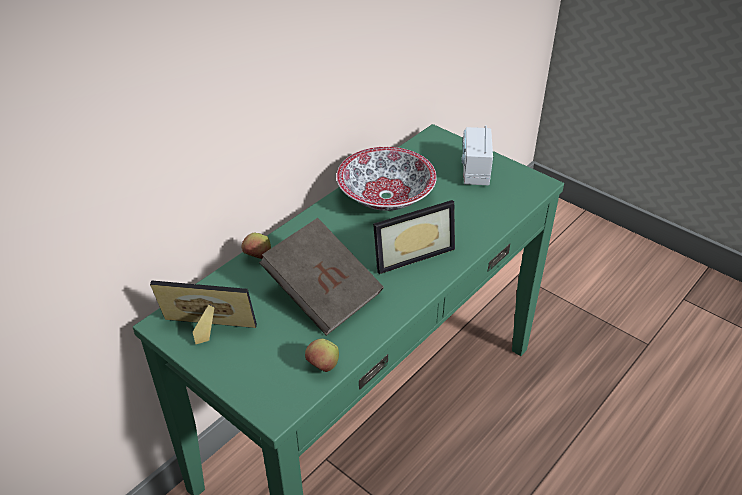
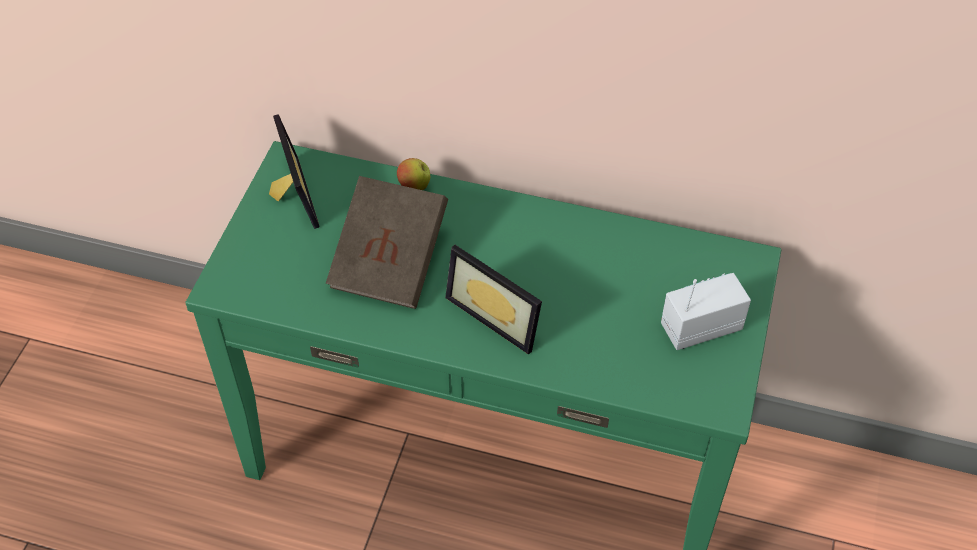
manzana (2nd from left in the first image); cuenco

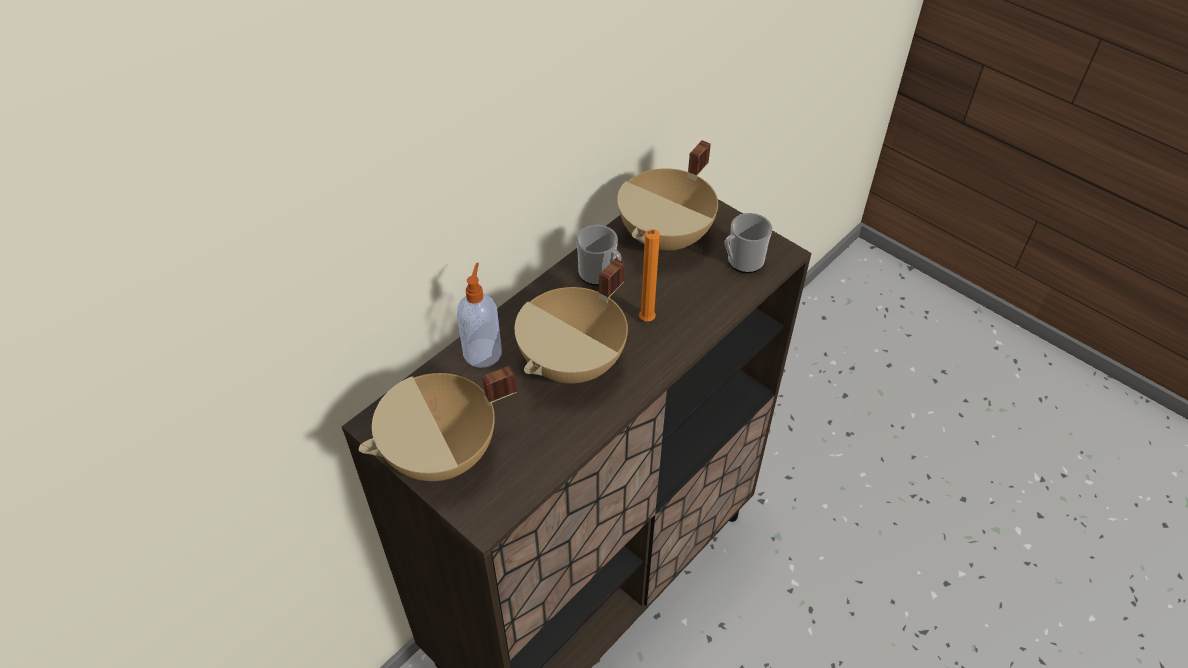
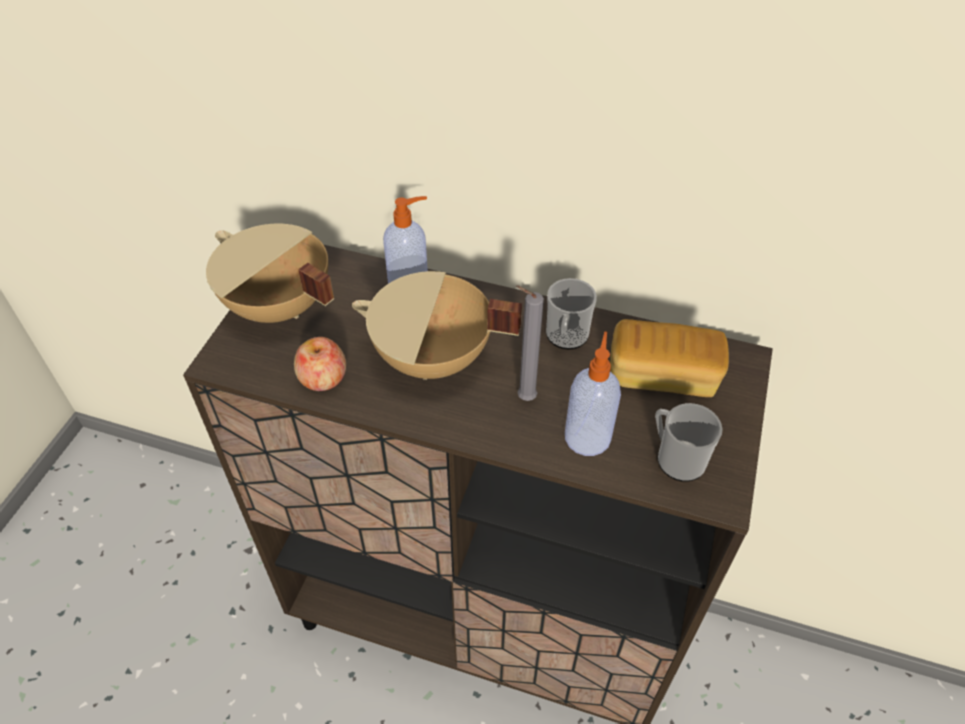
manzana; vela/gris; dispensador de jabón (2nd from left); pan

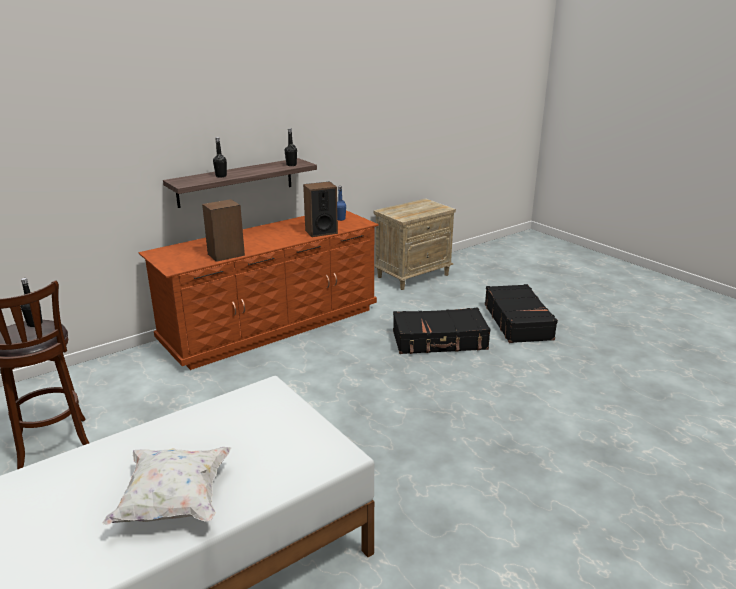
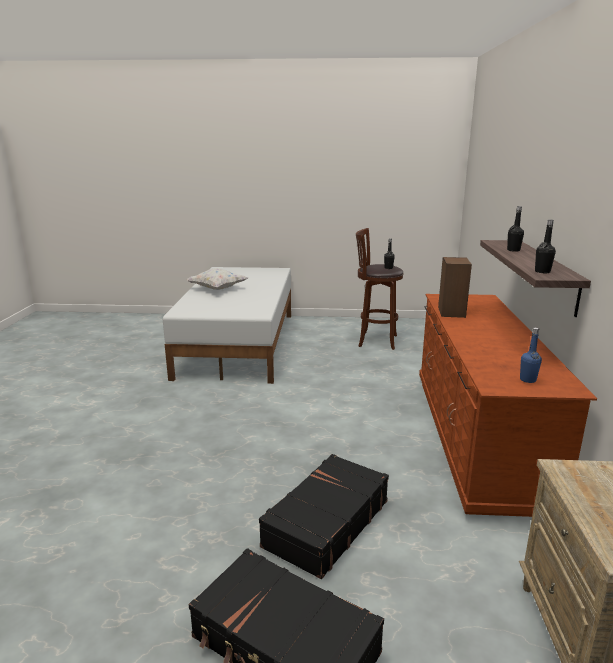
altavoz (2nd from left in the first image)

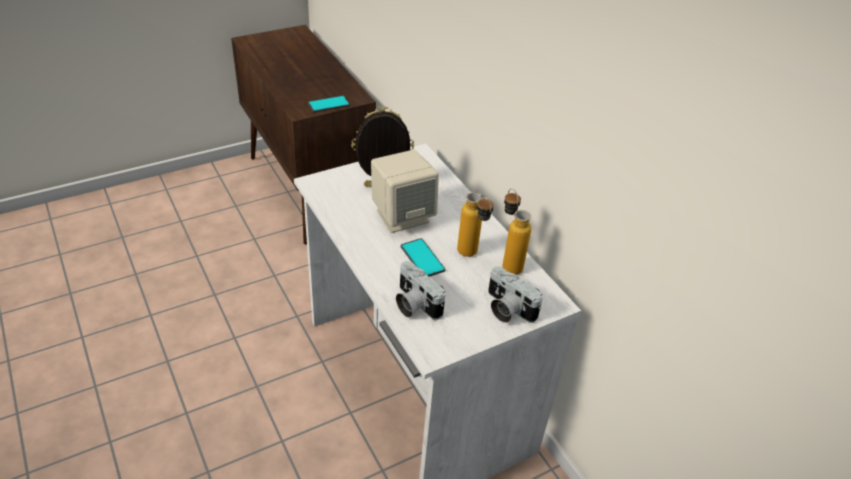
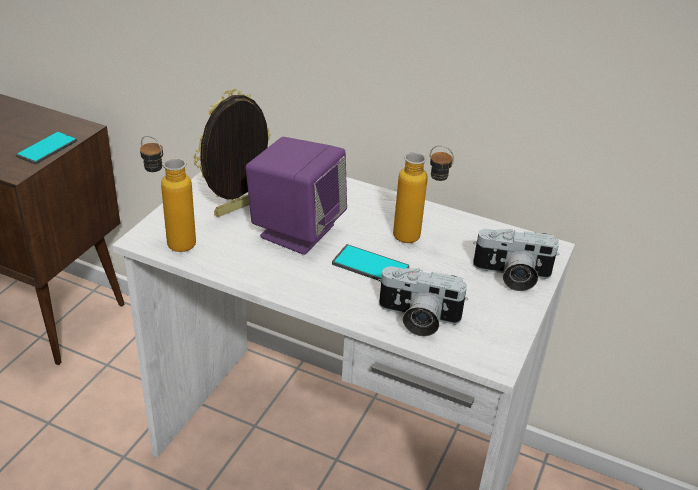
botella (1st from left); altavoz/morado

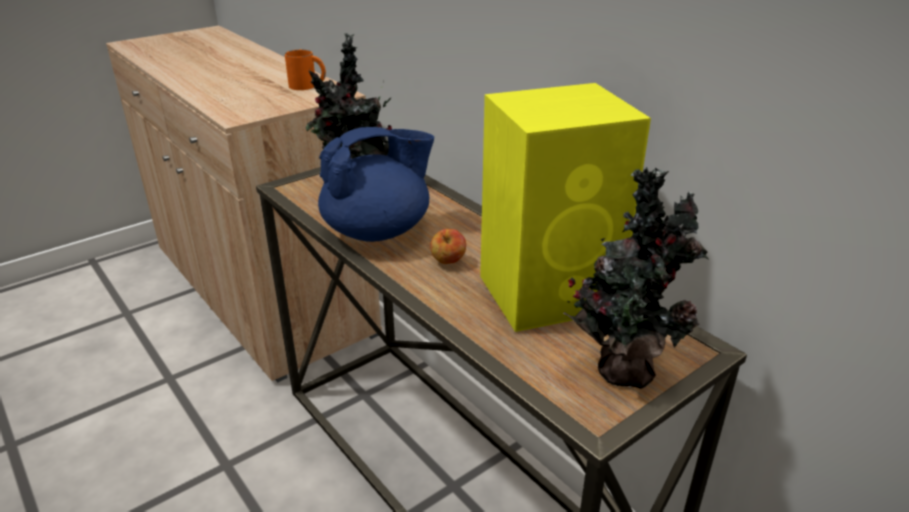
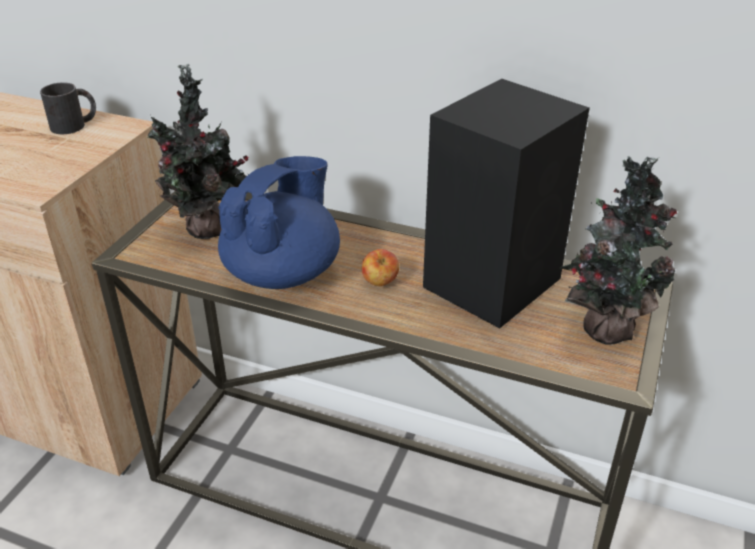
taza grande/negro; altavoz/negro

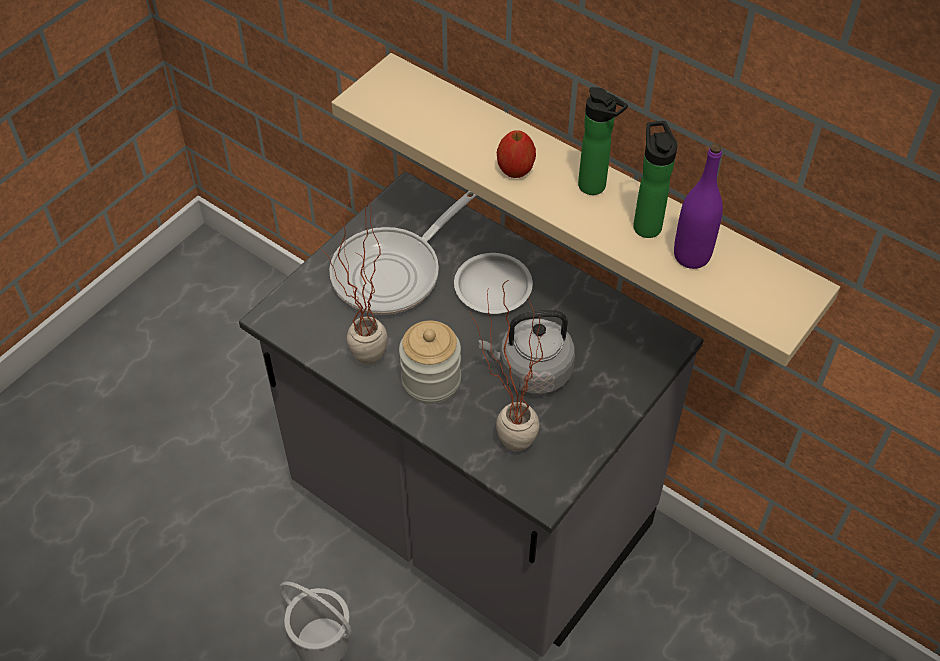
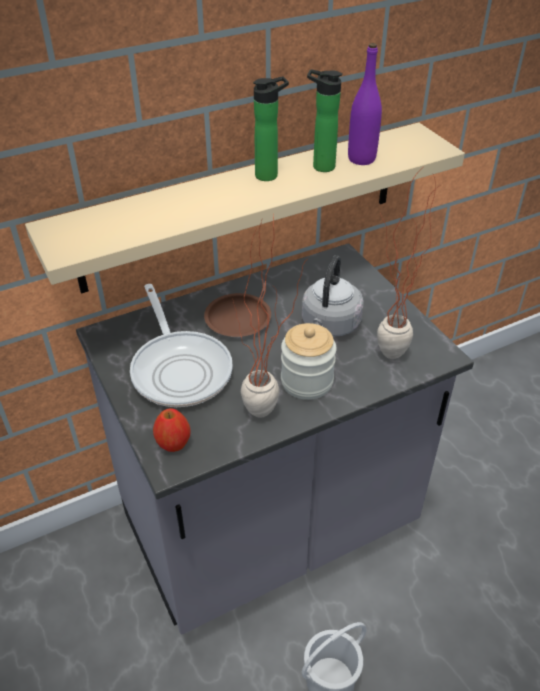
manzana; plato/marrón

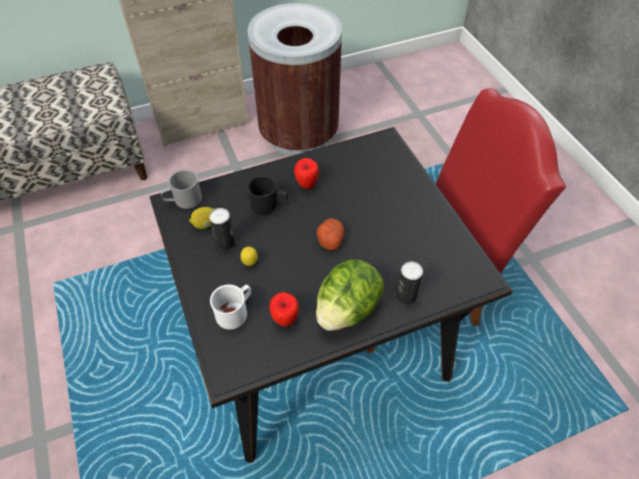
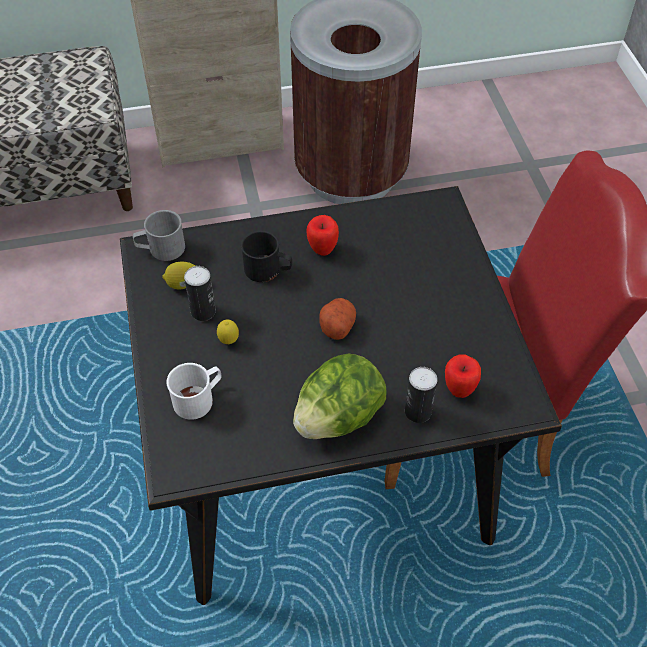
manzana (2nd from left)

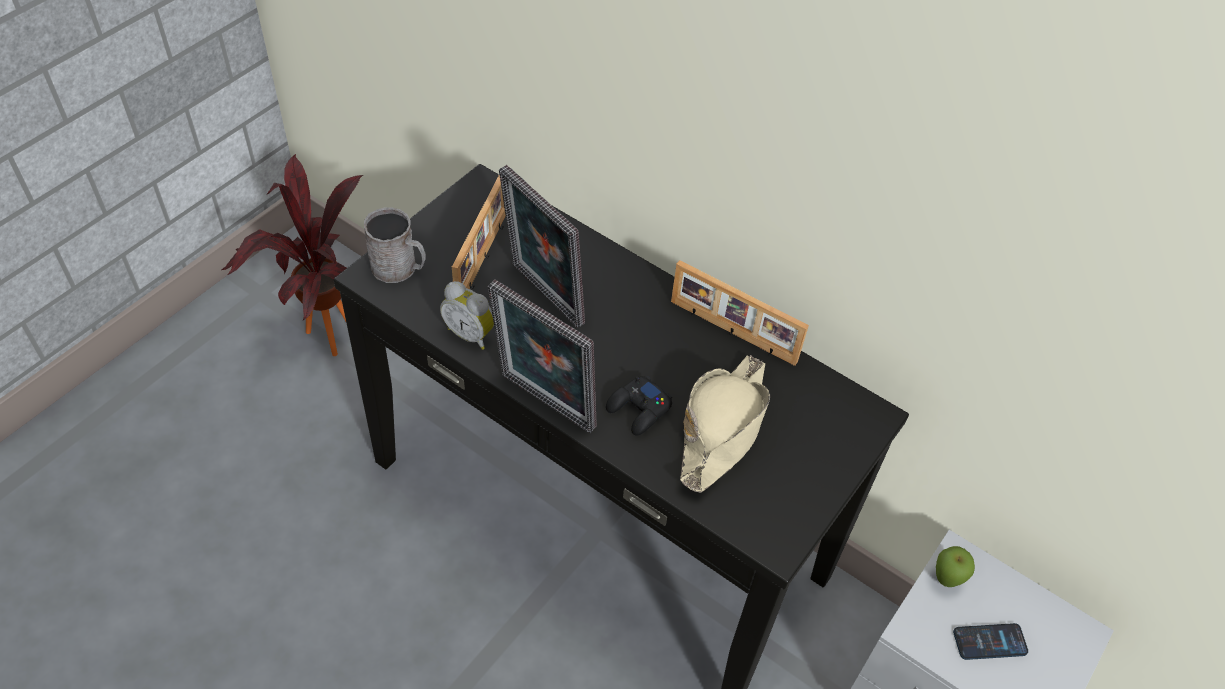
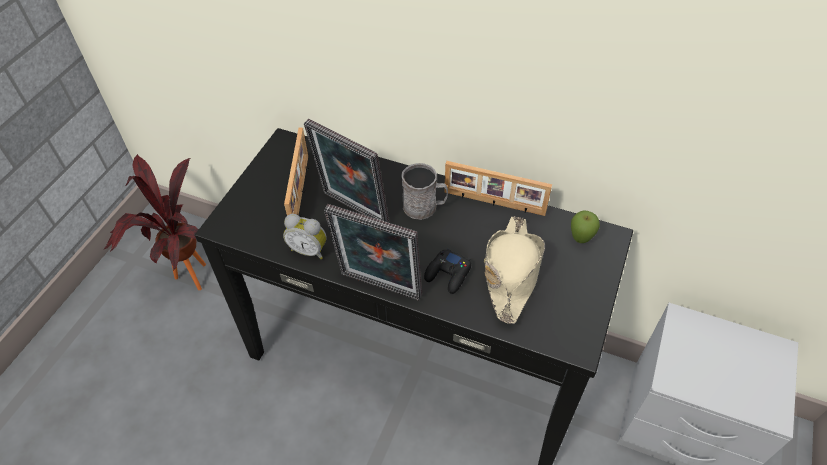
taza grande/gris; manzana; móvil

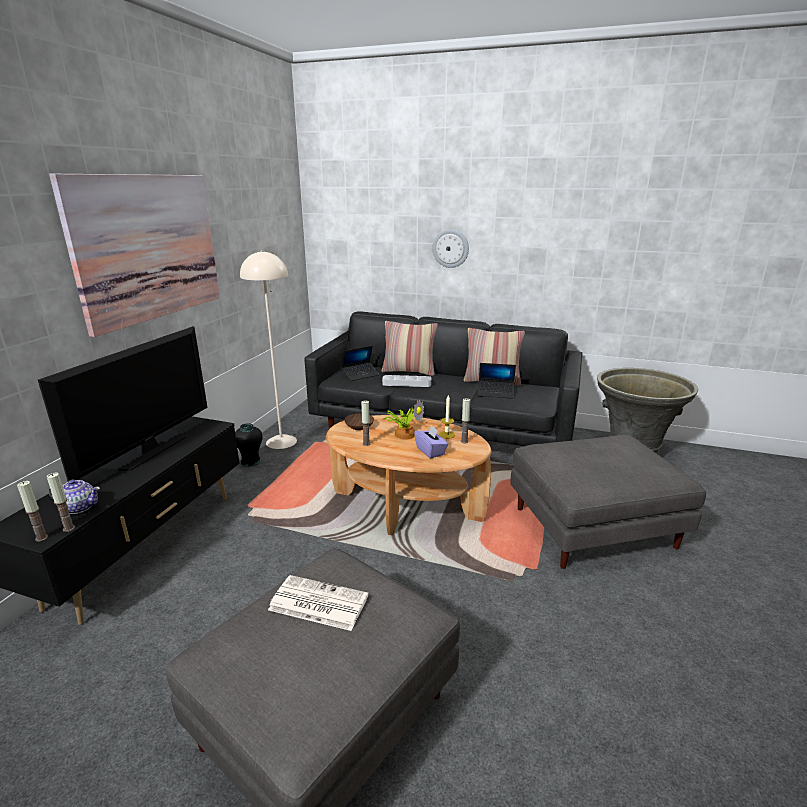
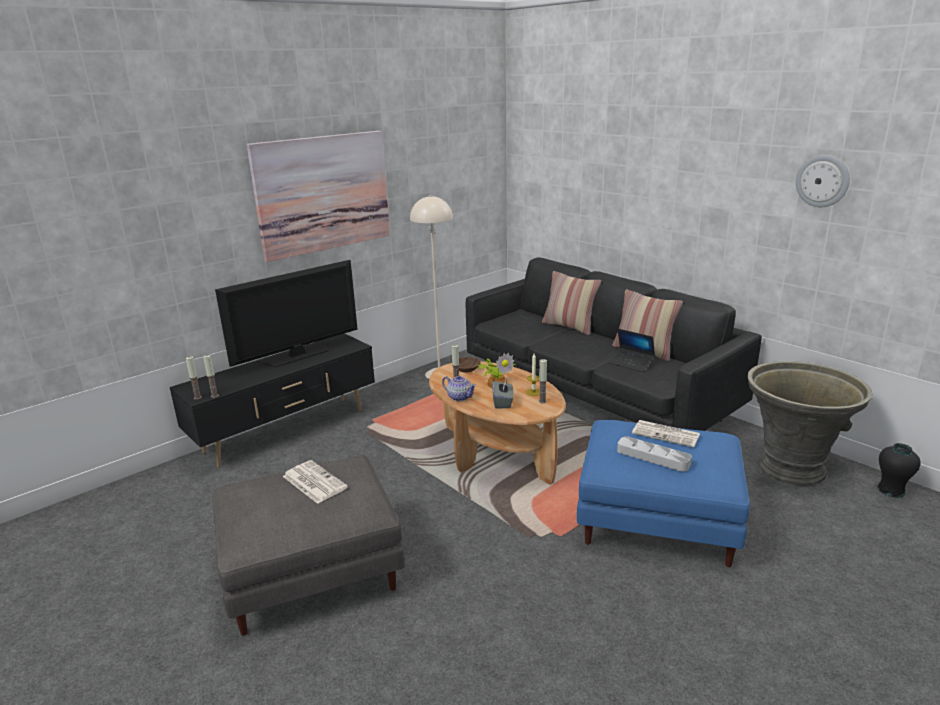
tetera; caja de pañuelos/gris; puf/azul; bandeja/gris; periódico (2nd from left); reloj de pared; florero/negro; portátil (1st from left in the first image)

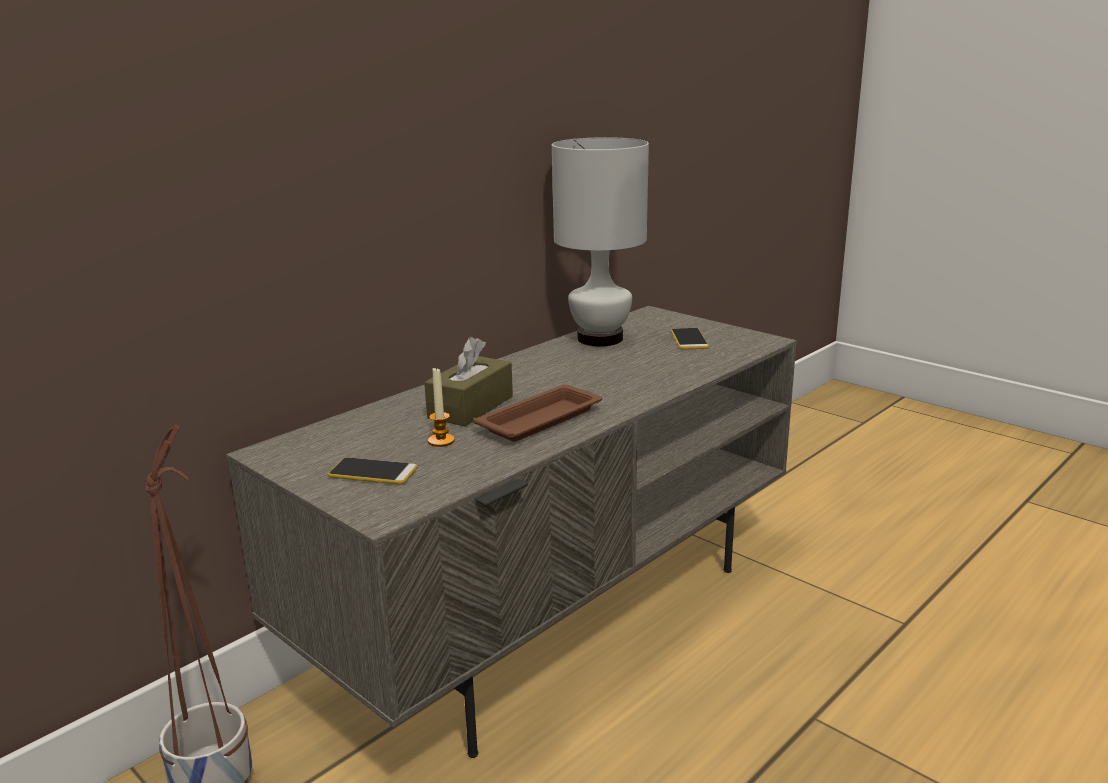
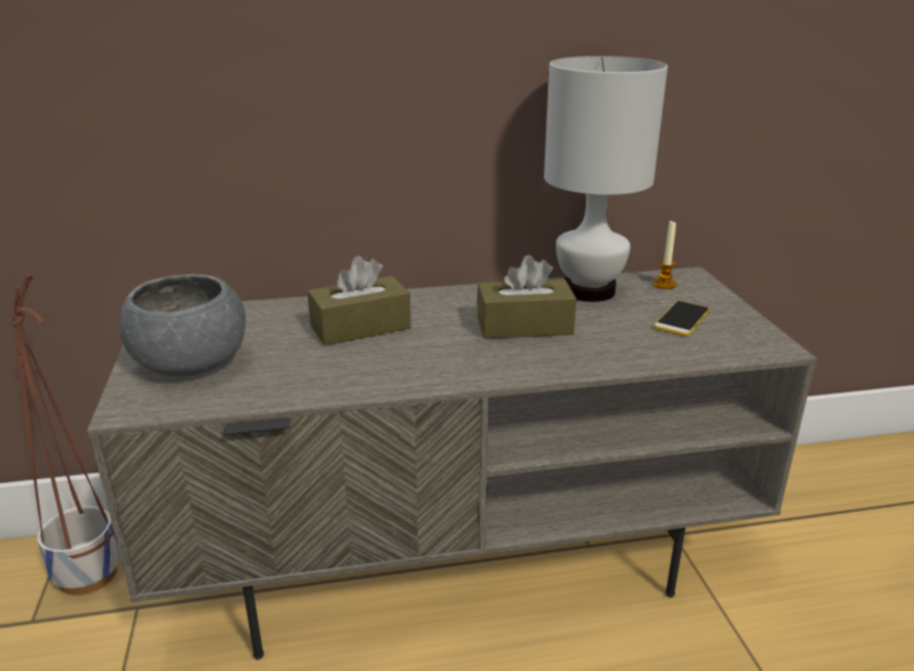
cuenco/gris; caja de pañuelos/marrón (2nd from left); vela; bandeja/marrón

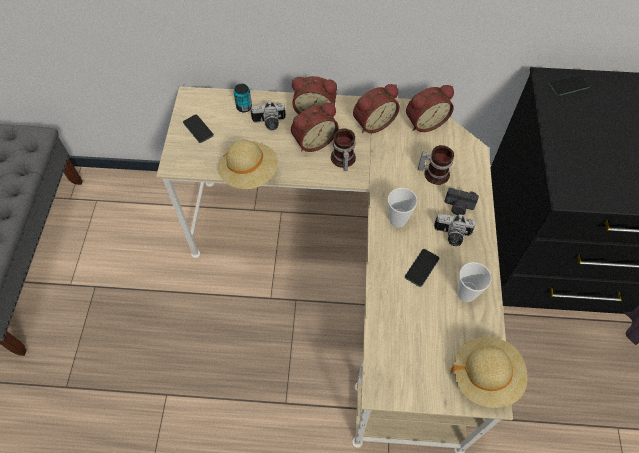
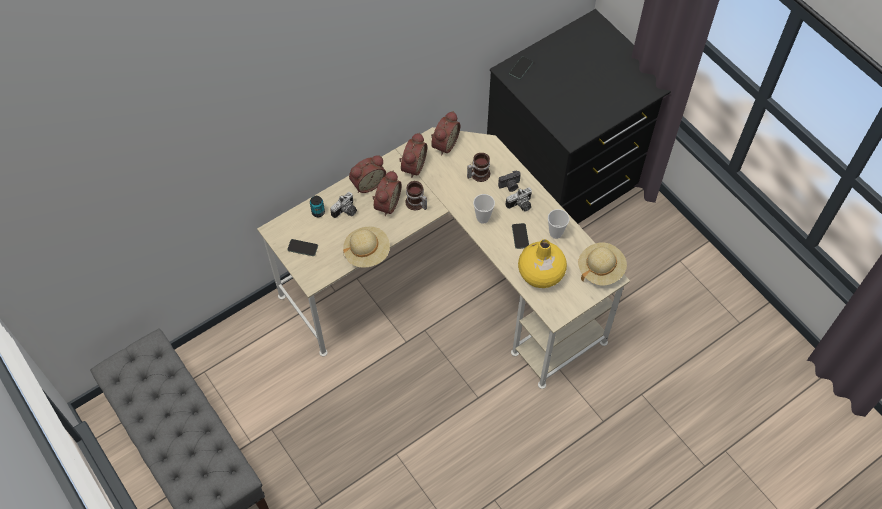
florero/amarillo

